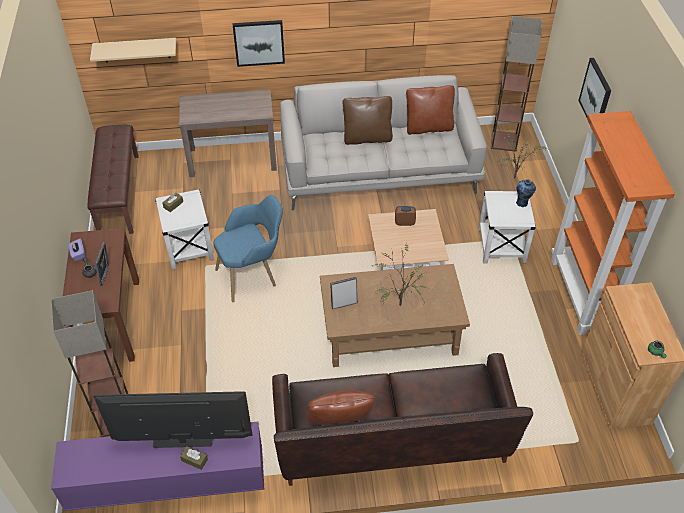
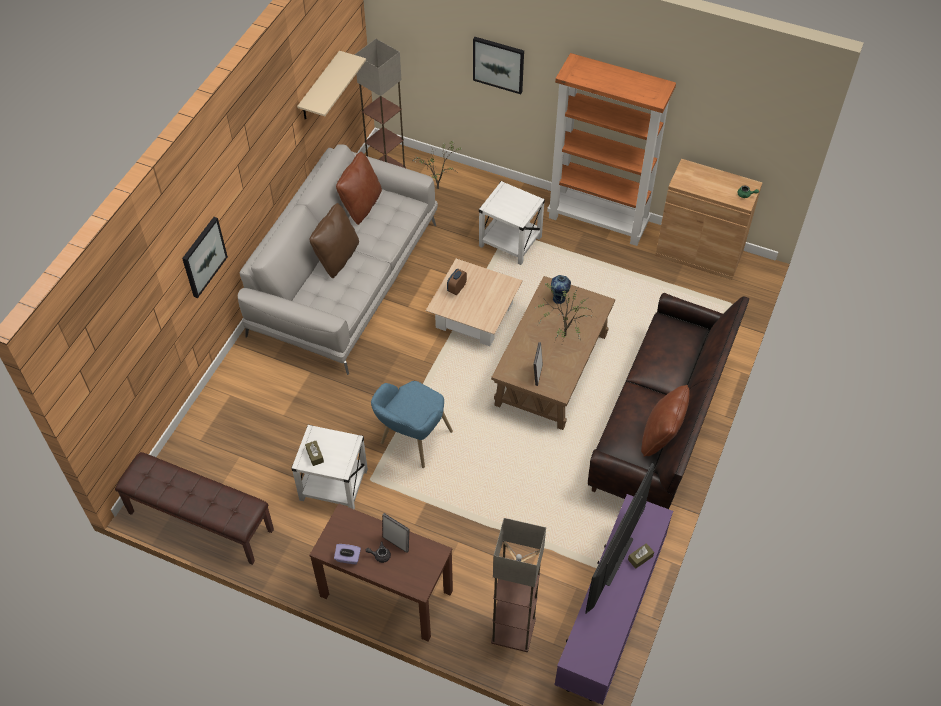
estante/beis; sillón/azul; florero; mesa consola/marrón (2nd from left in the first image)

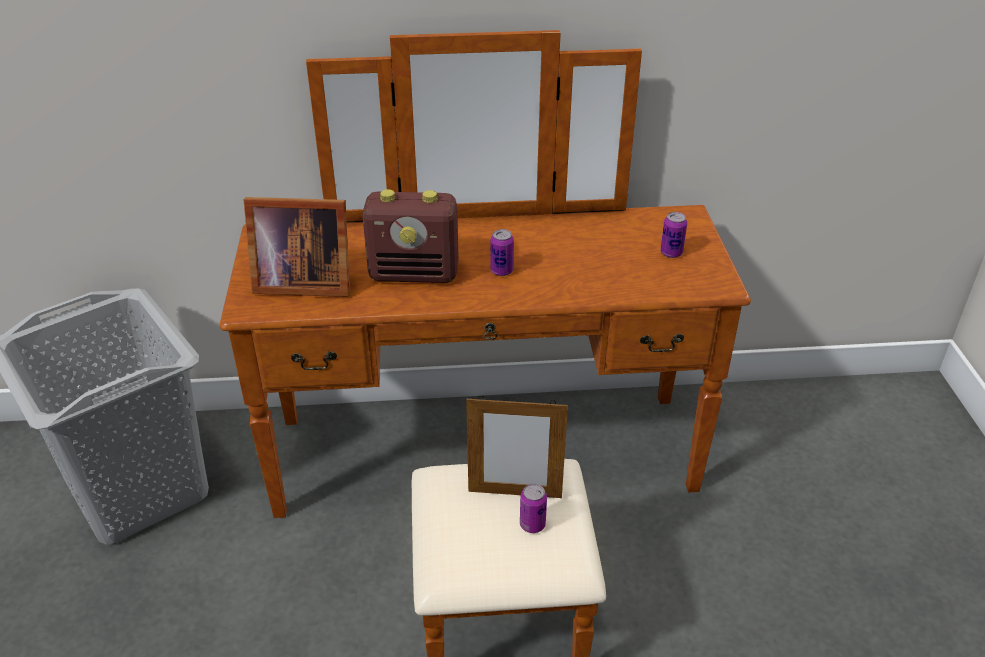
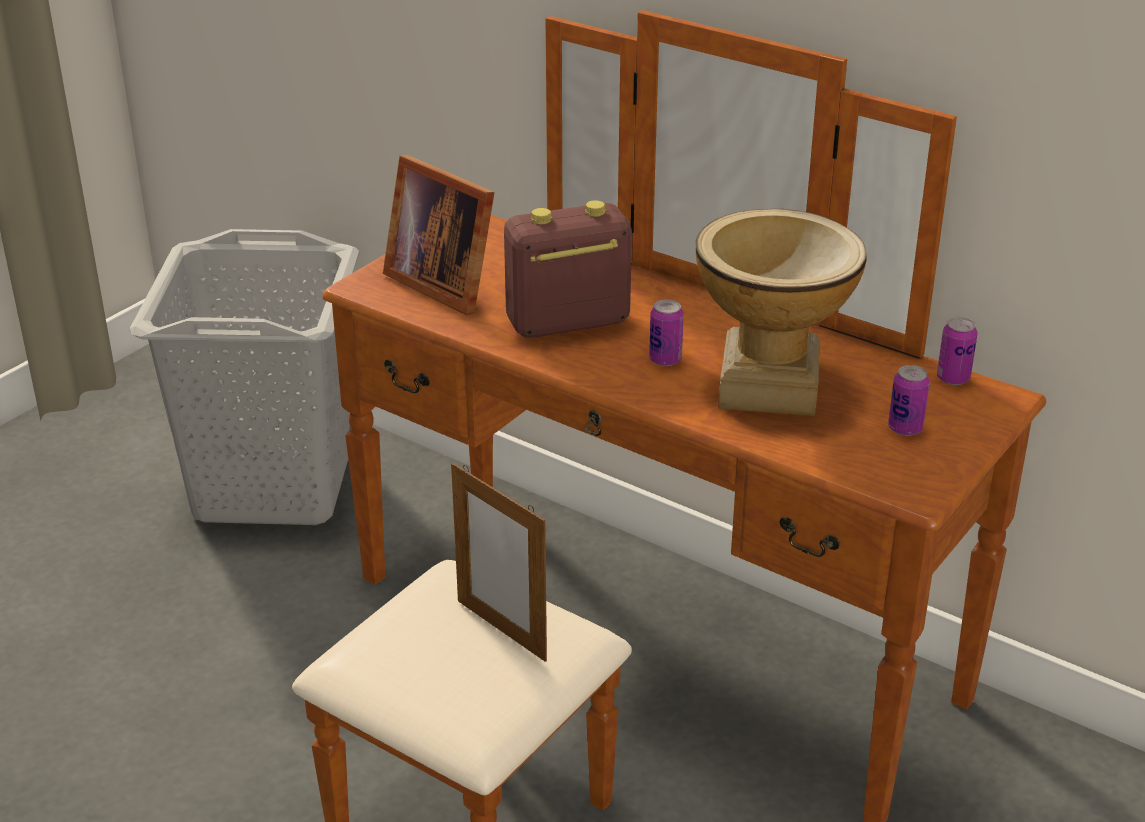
radio; florero; lata (3rd from left)

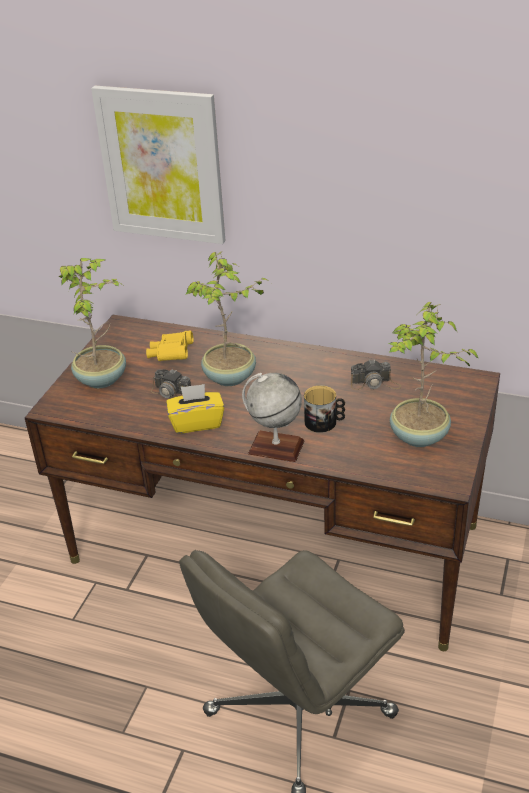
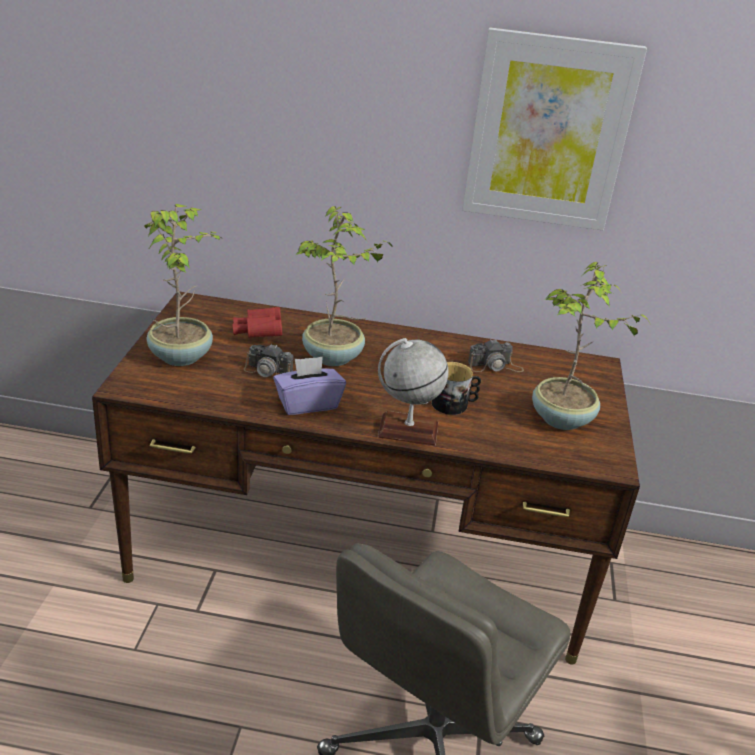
prismáticos/rojo; caja de pañuelos/morado; cuadro

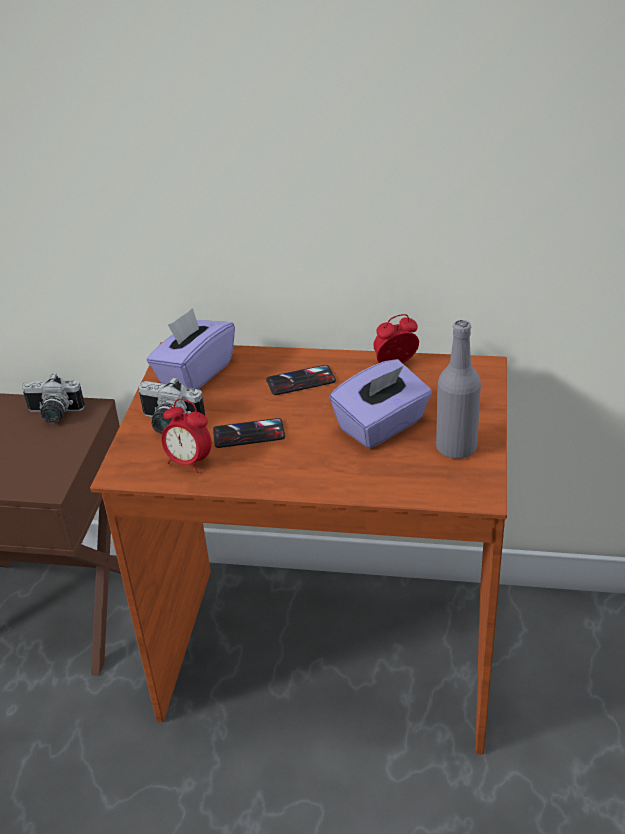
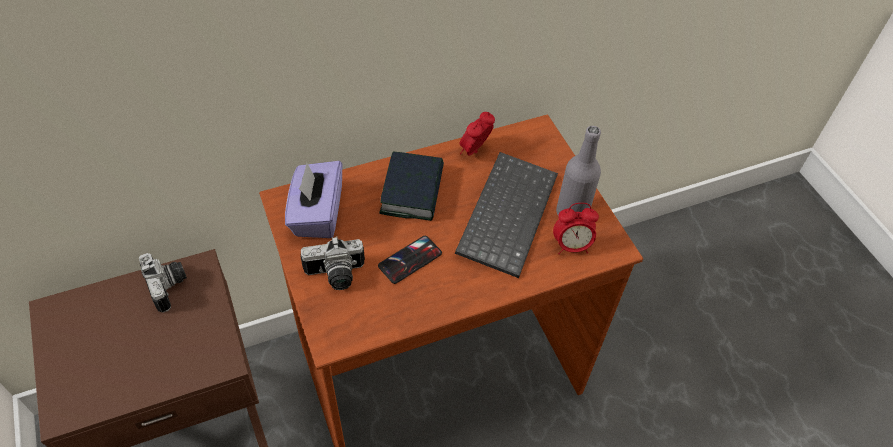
cámara (1st from left); libro; teclado; despertador (2nd from left)

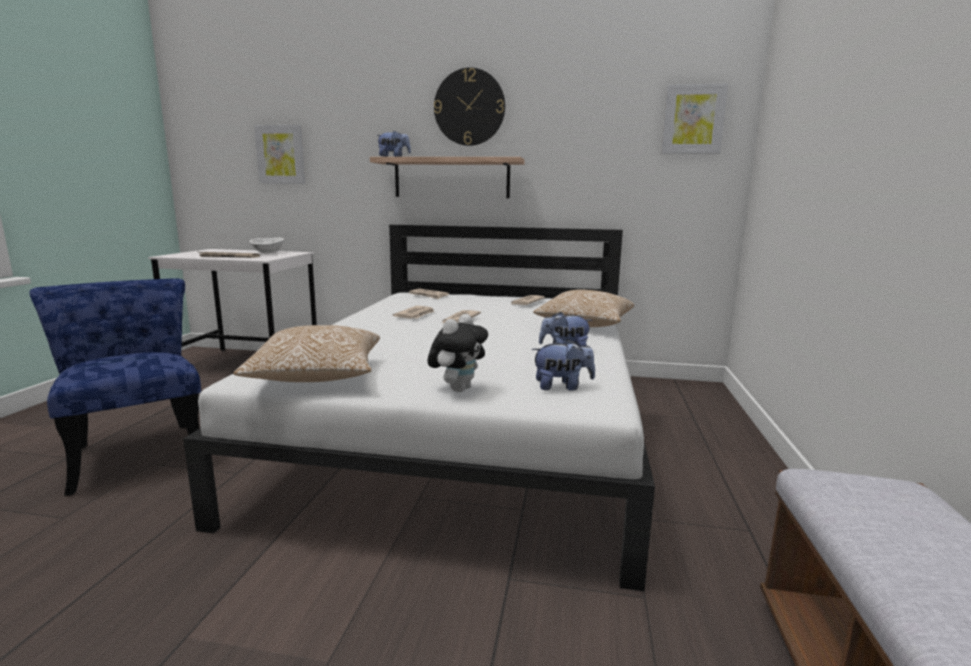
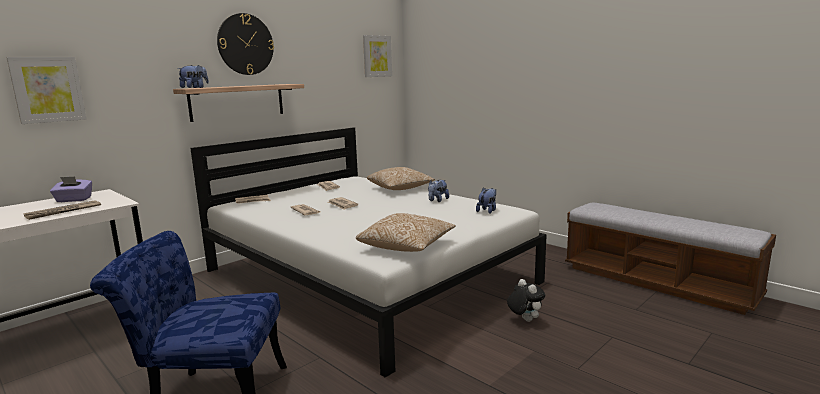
caja de pañuelos/morado; peluche (4th from left)

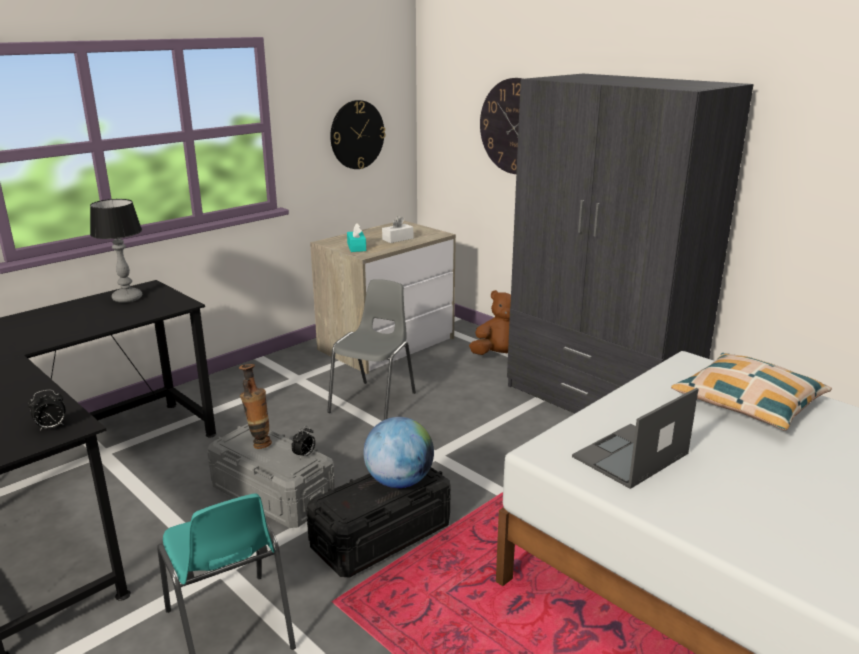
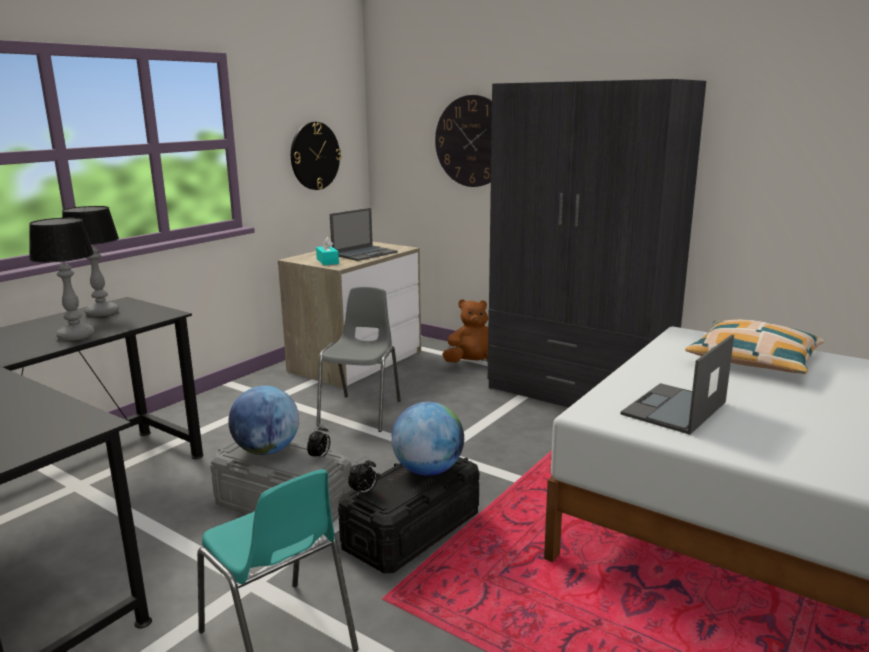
lámpara de mesa (1st from left); globo terráqueo (1st from left); portátil (1st from left); despertador (2nd from left)

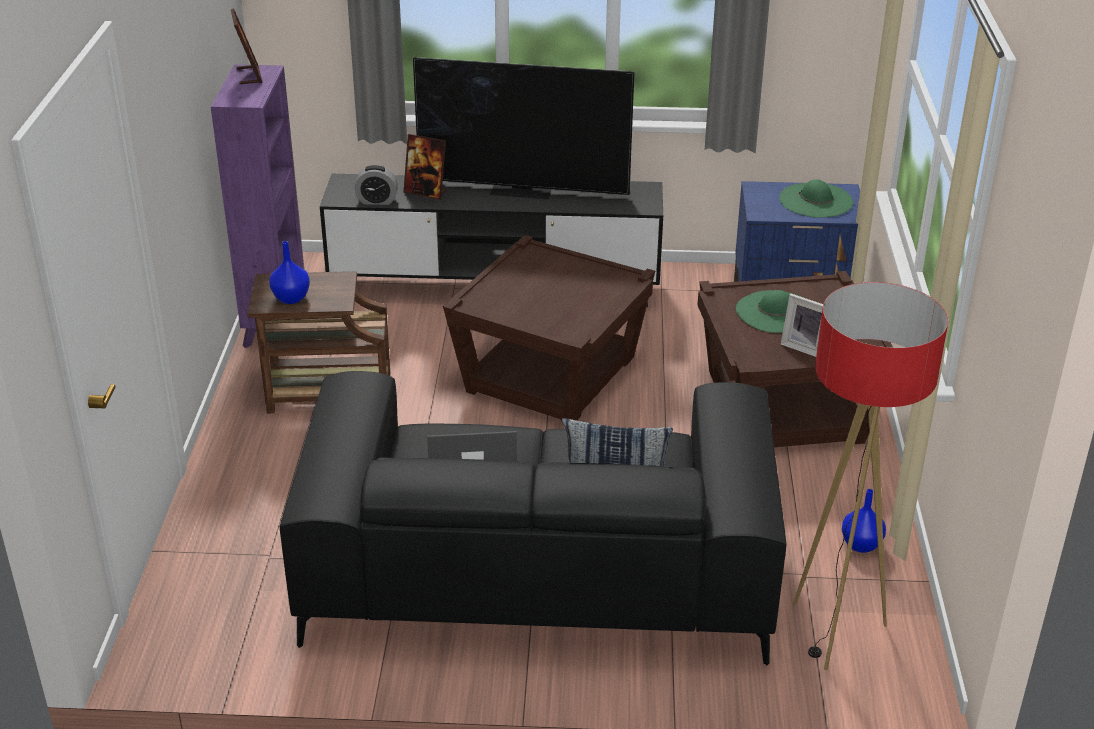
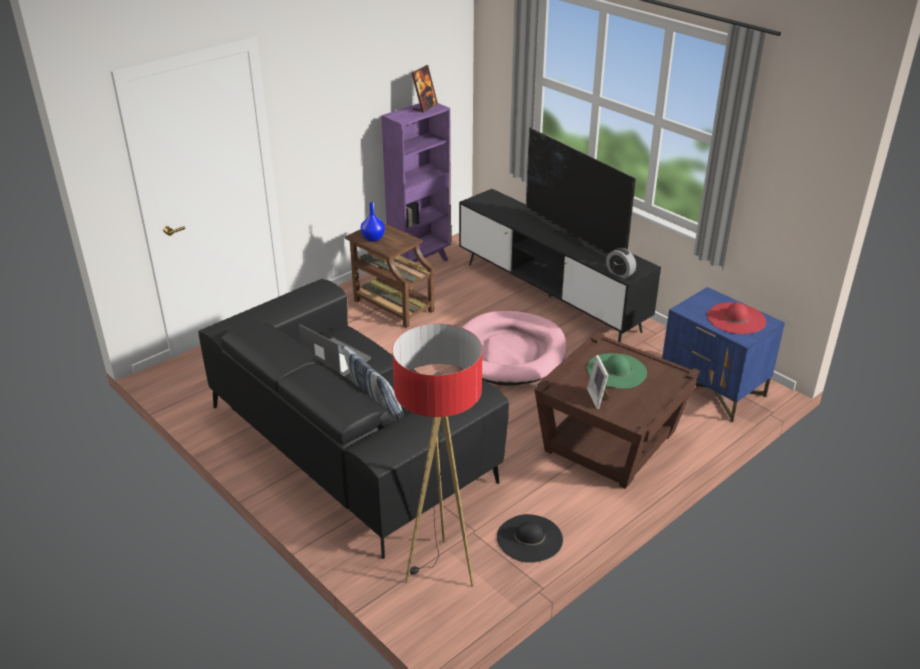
cama para perro/rosa; sombrero/negro; despertador; sombrero/rojo; portarretratos (2nd from left in the first image)

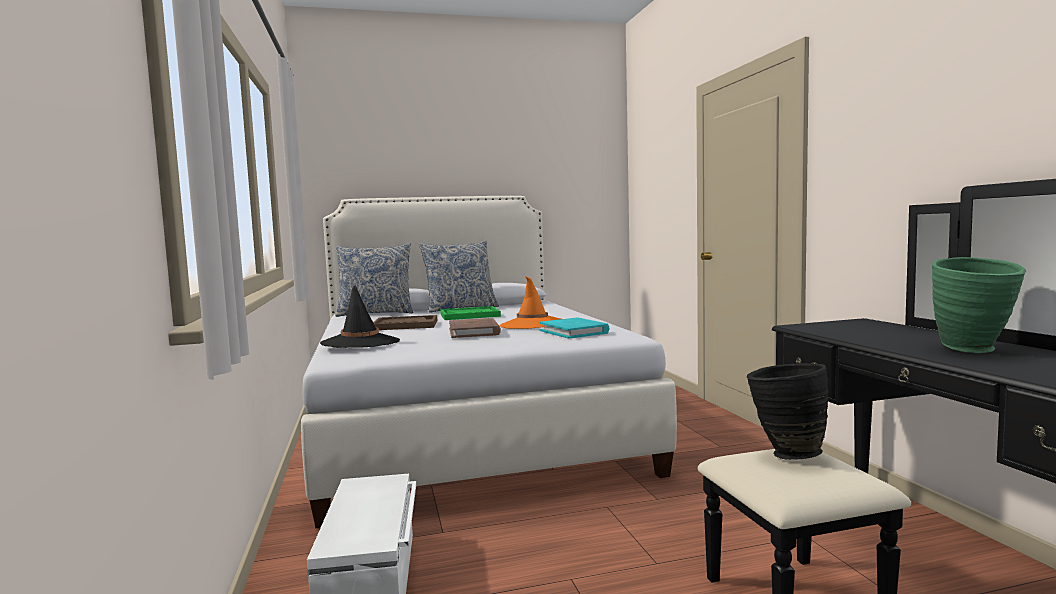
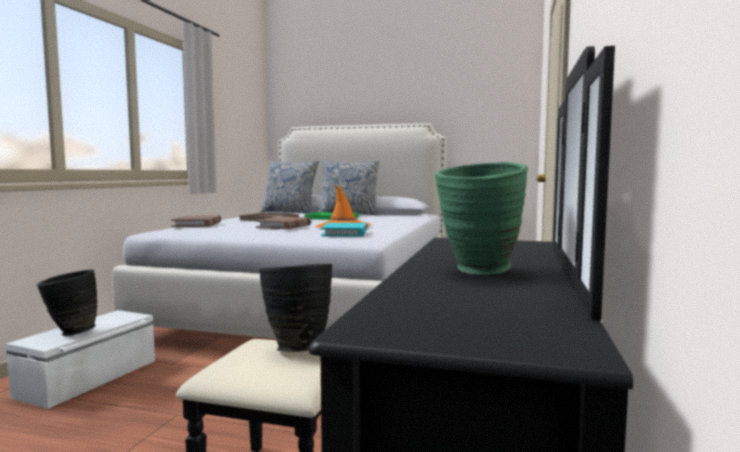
florero/negro (1st from left); libro/marrón (1st from left)

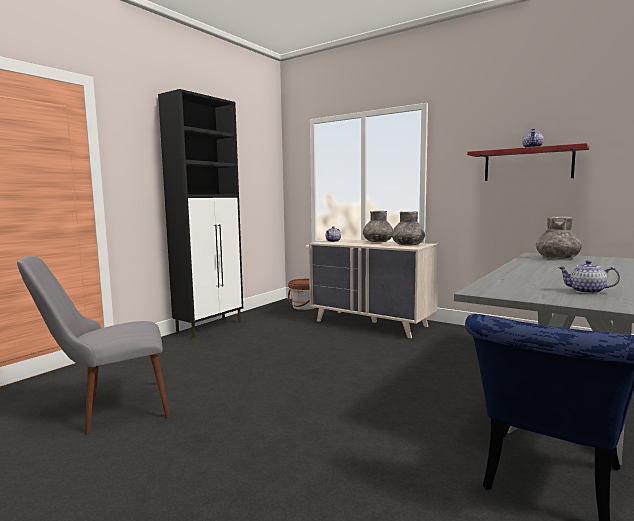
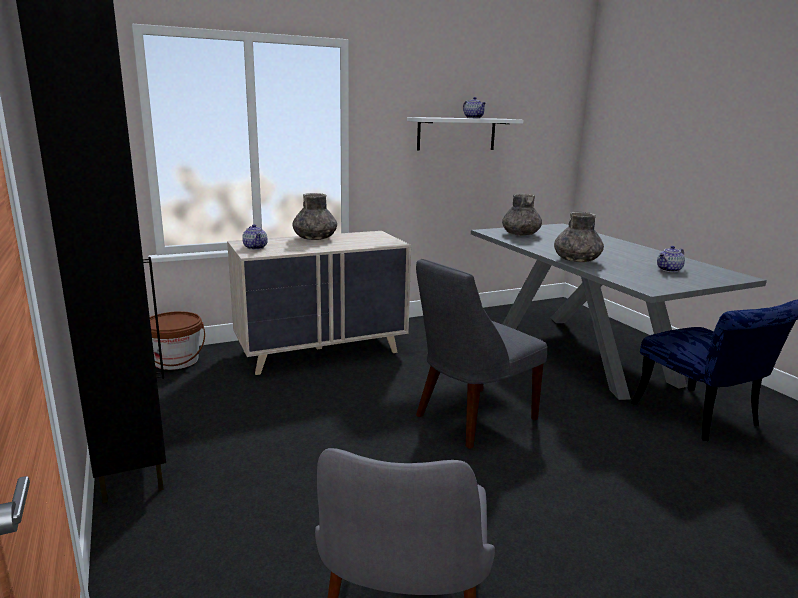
estante/blanco; silla/gris (2nd from left); florero/gris (3rd from left)

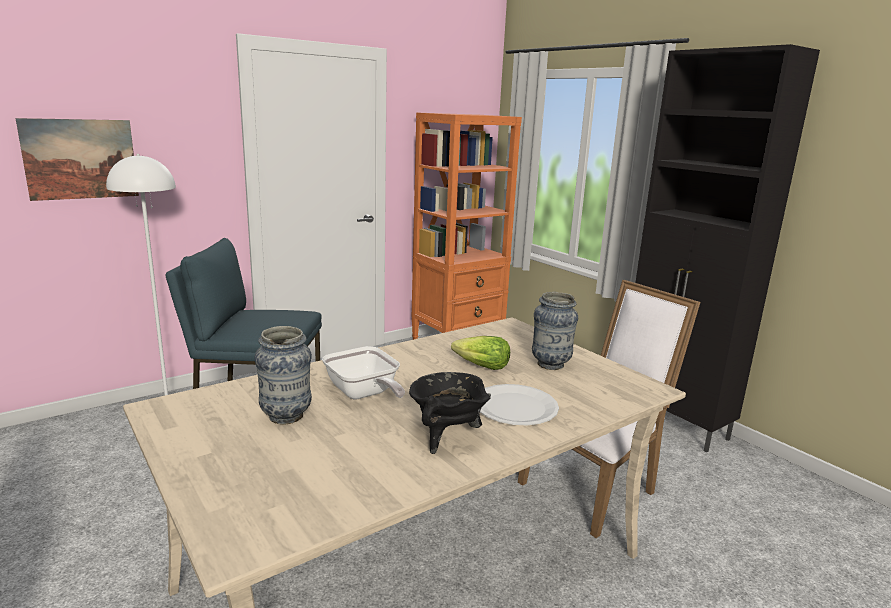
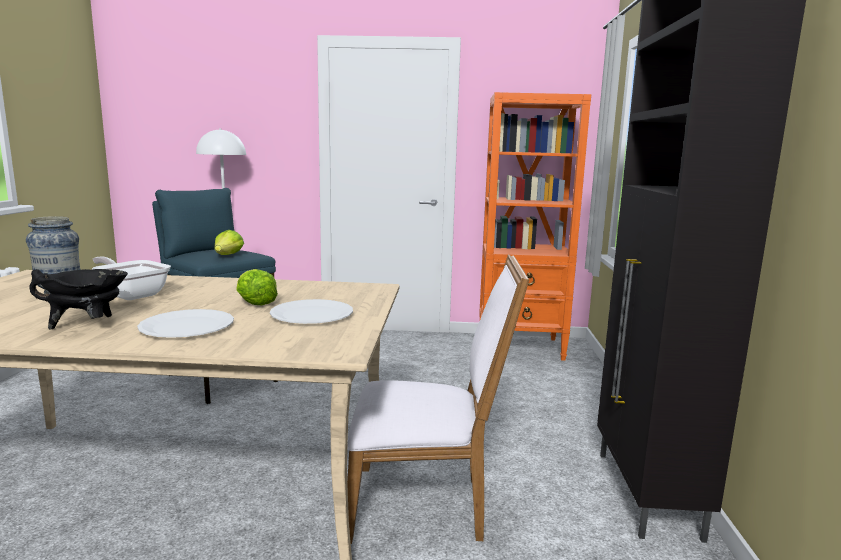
sartén; lechuga (1st from left); plato/blanco (2nd from left); cuadro

